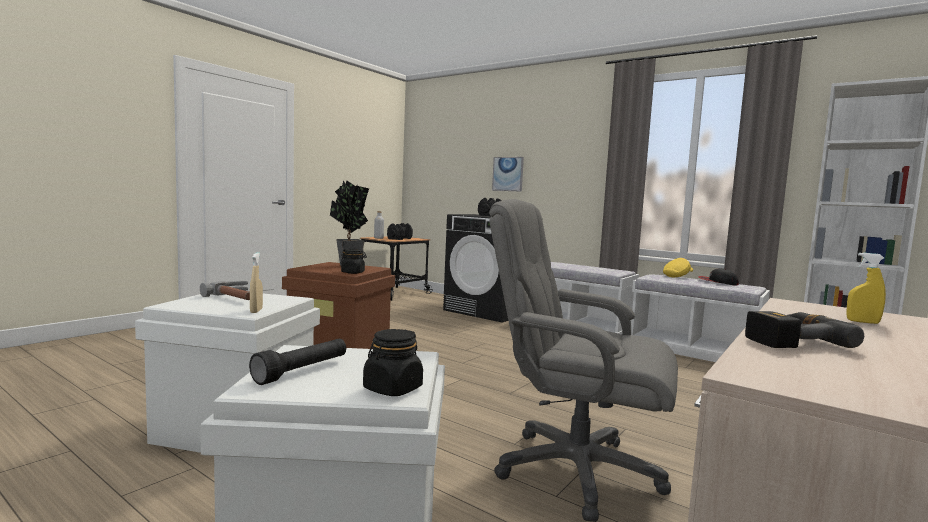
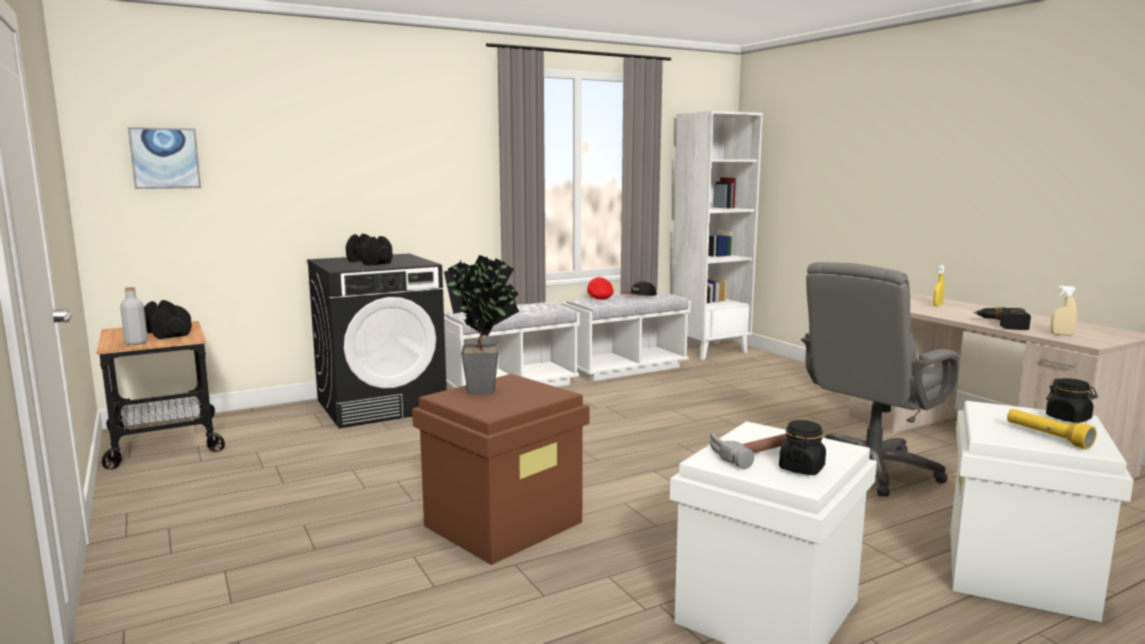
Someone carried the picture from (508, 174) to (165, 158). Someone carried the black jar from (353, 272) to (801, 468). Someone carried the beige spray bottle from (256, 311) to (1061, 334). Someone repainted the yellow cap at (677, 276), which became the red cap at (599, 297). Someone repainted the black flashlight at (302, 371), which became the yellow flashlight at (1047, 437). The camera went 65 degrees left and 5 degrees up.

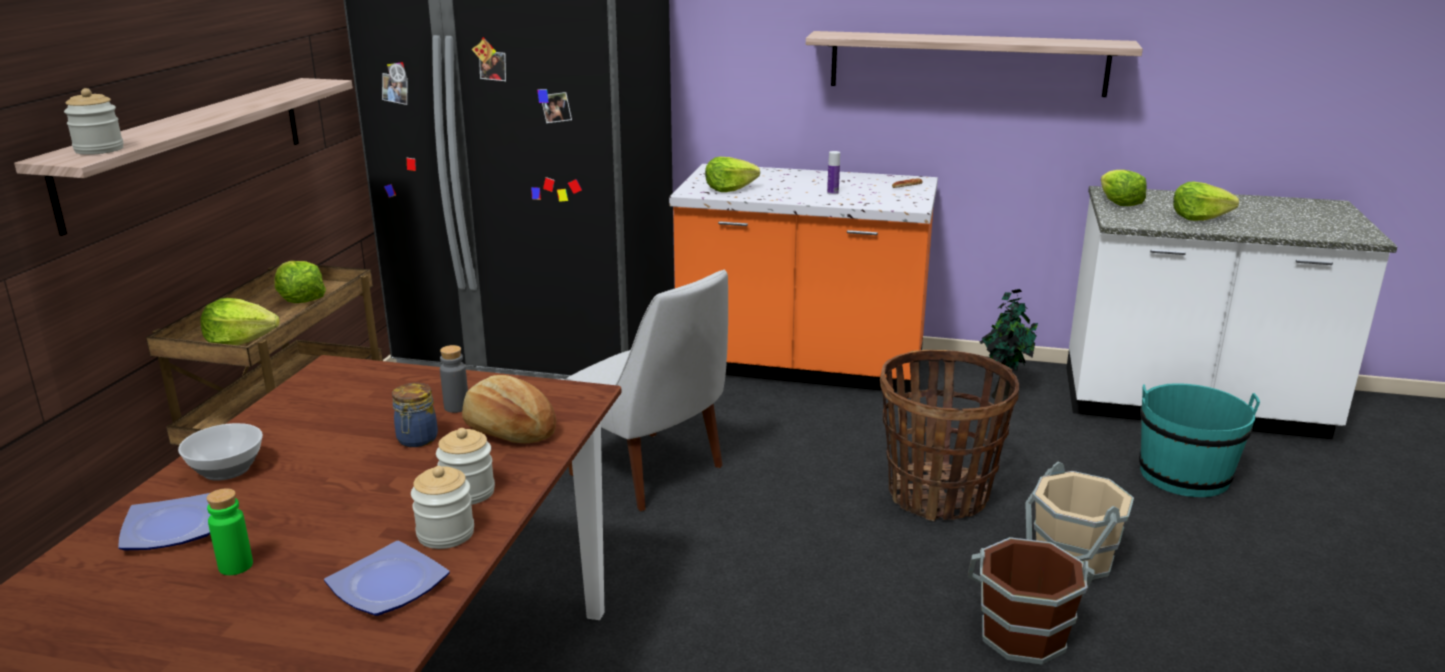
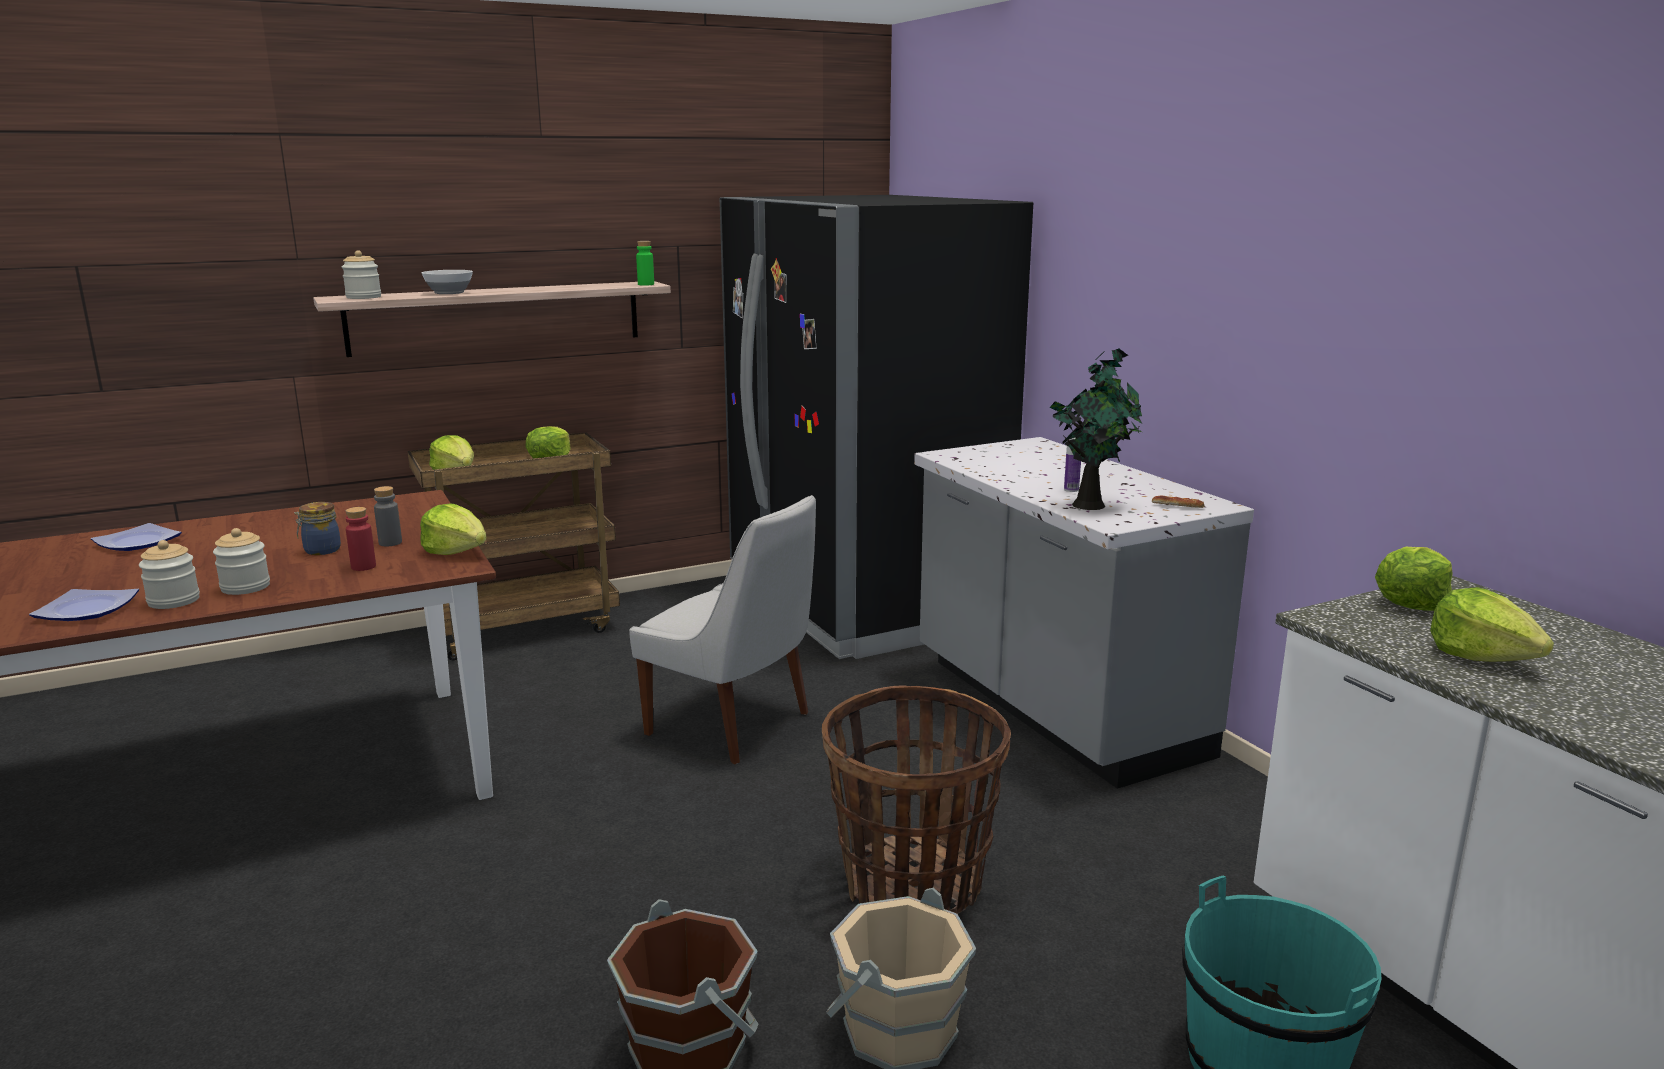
Someone took away the shelf at (967, 63). Someone carried the lettuce from (729, 189) to (456, 551). Someone repainted the orange counter at (801, 367), which became the grey counter at (1053, 709). Someone rotated the white chair at (651, 473) by 60 degrees counterclockwise. Someone carried the potted plant from (1002, 395) to (1090, 504). Someone swapped the bread at (509, 431) for the red bottle at (363, 567). Someone carried the bowl from (225, 469) to (449, 292). Someone carried the green bottle from (236, 566) to (646, 284). The camera went 50 degrees right and 5 degrees down.

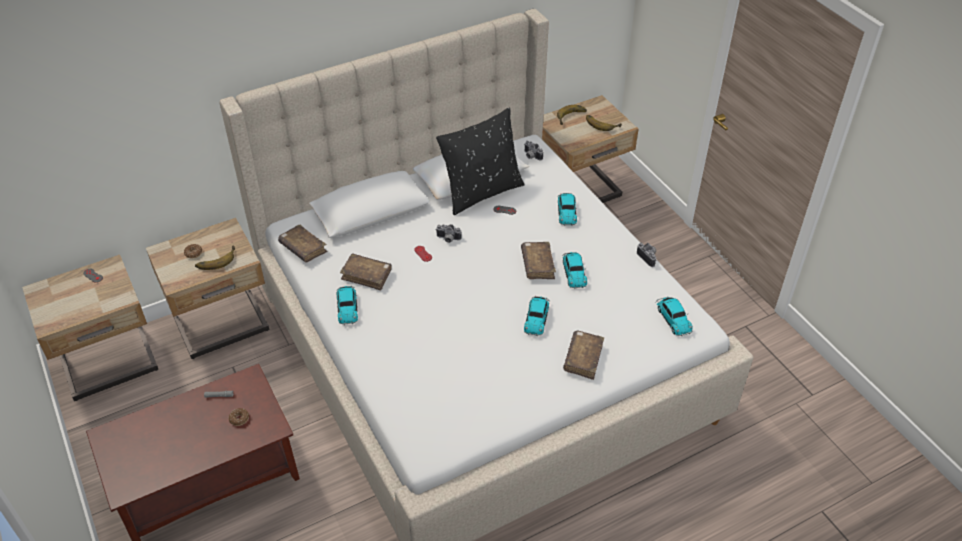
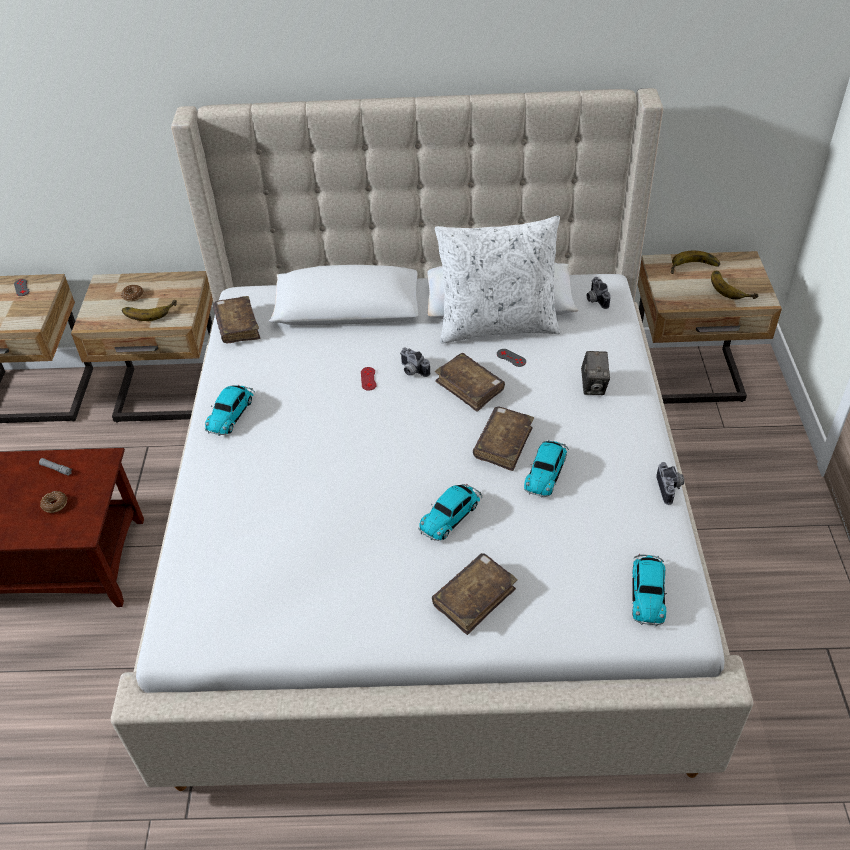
Someone repainted the black pillow at (481, 192), which became the white pillow at (497, 325). Someone swapped the toy car at (566, 211) for the photo camera at (593, 386). Someone carried the brown book from (366, 275) to (469, 387). The camera went 30 degrees right and 0 degrees up.

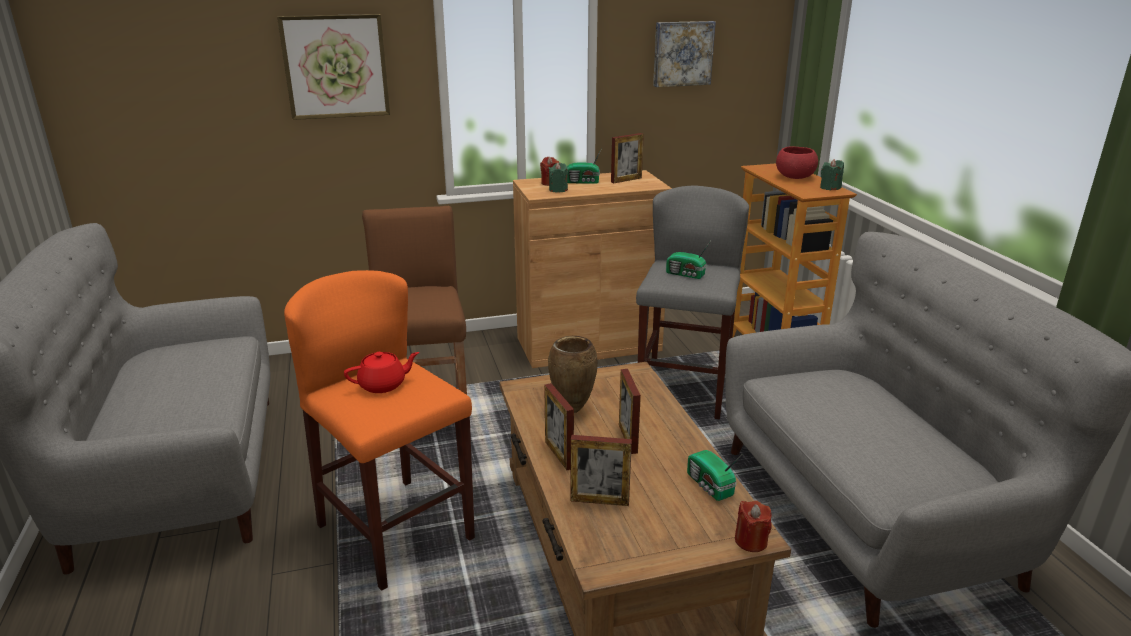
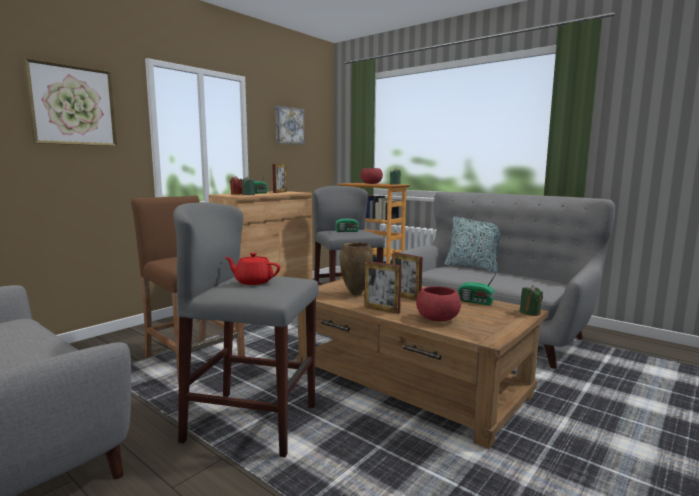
Someone repainted the orange stool at (395, 532), which became the grey stool at (252, 423). Someone rotated the red teapot at (383, 385) by 105 degrees counterclockwise. Someone swapped the picture frame at (599, 501) for the red bowl at (437, 319). Someone repainted the red candle at (751, 541), which became the green candle at (530, 312). Someone put down the pillow at (472, 267). The camera went 35 degrees left and 15 degrees down.

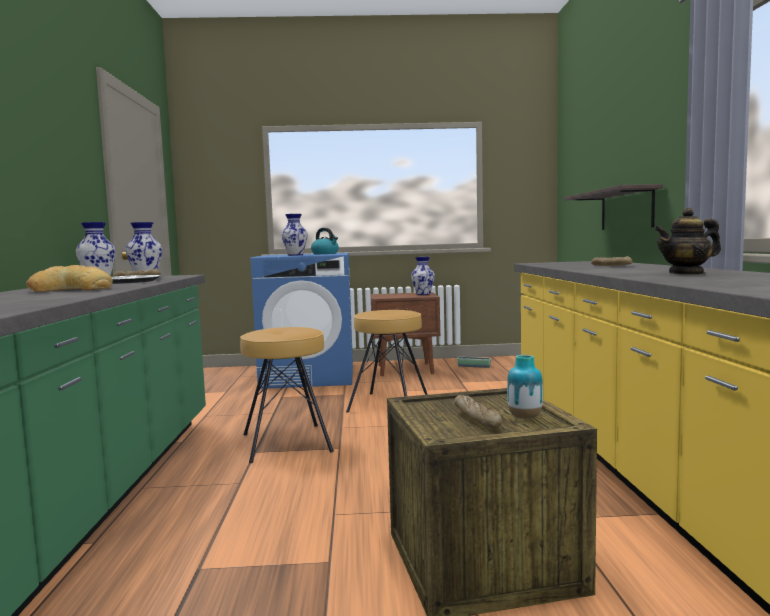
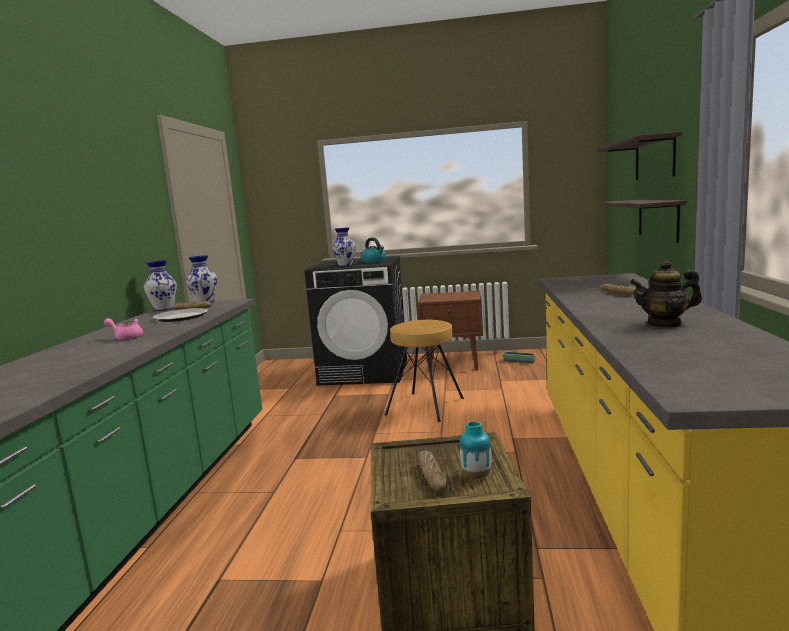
Someone repainted the blue washing machine at (309, 376), which became the black washing machine at (365, 372). Someone took away the vase at (423, 294). Someone swapped the bread at (72, 289) for the pink teapot at (126, 337). Someone took away the brown stool at (287, 442). Someone put up the shelf at (654, 159). The camera went 10 degrees right and 5 degrees up.

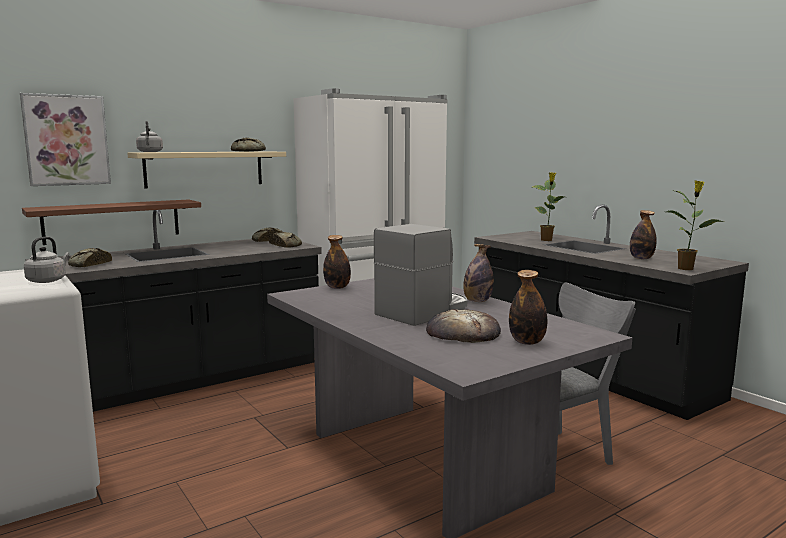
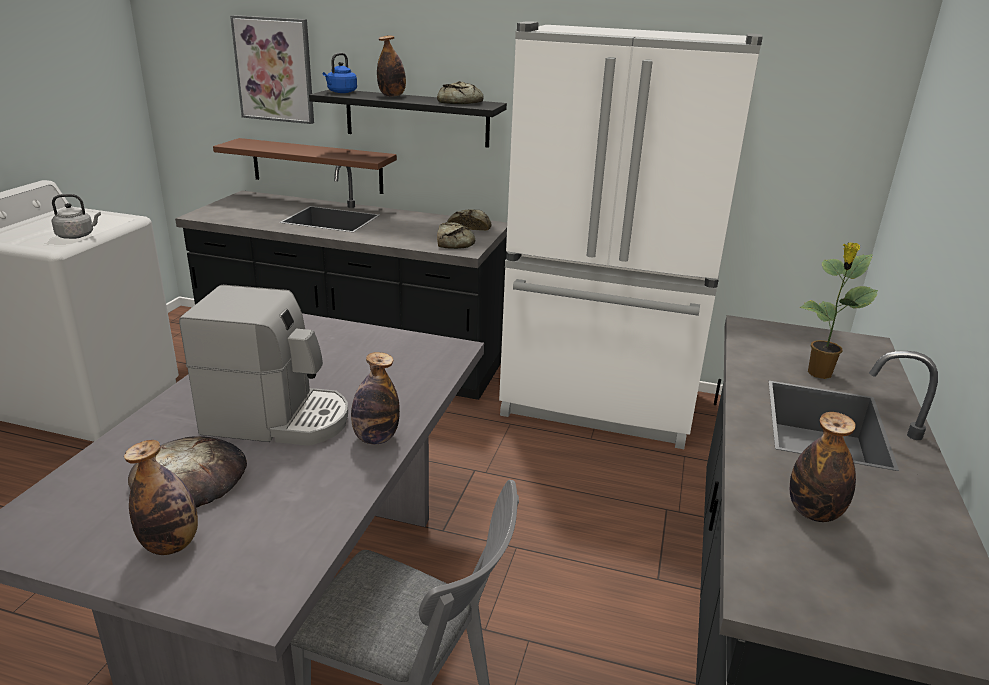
Someone repainted the grey kettle at (150, 152), which became the blue kettle at (341, 92). Someone repainted the beige shelf at (204, 169), which became the black shelf at (416, 118). Someone took away the potted plant at (686, 268). Someone carried the bottle from (337, 287) to (392, 96). Someone took away the bread at (89, 264). The camera went 50 degrees right and 15 degrees up.

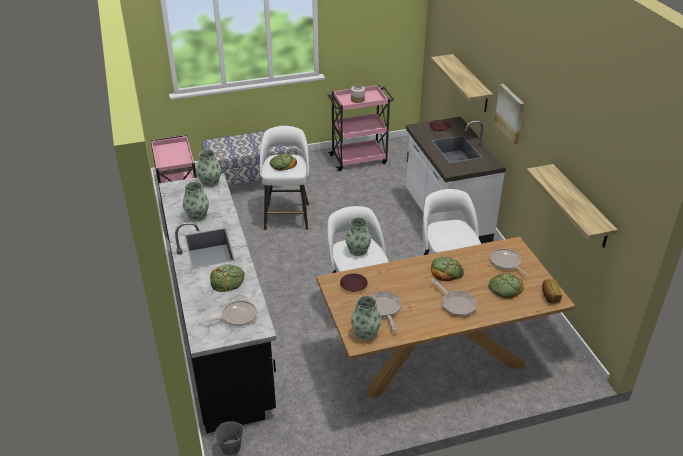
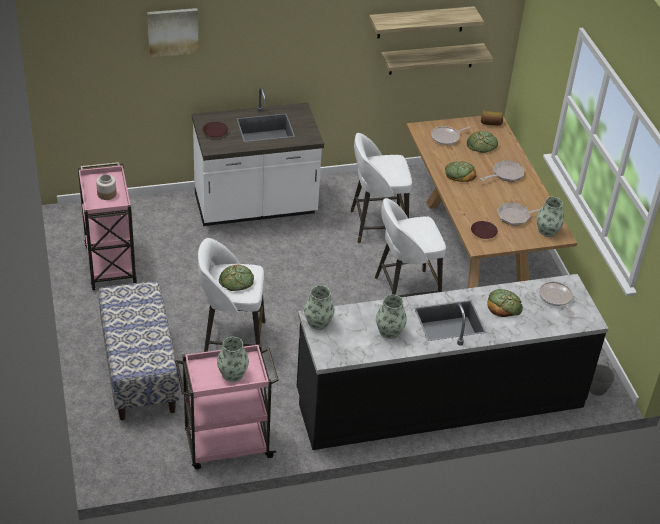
Someone carried the shelf from (470, 84) to (421, 22). Someone carried the picture from (510, 113) to (173, 31). Someone carried the vase from (358, 250) to (232, 373). The camera went 90 degrees left and 5 degrees up.

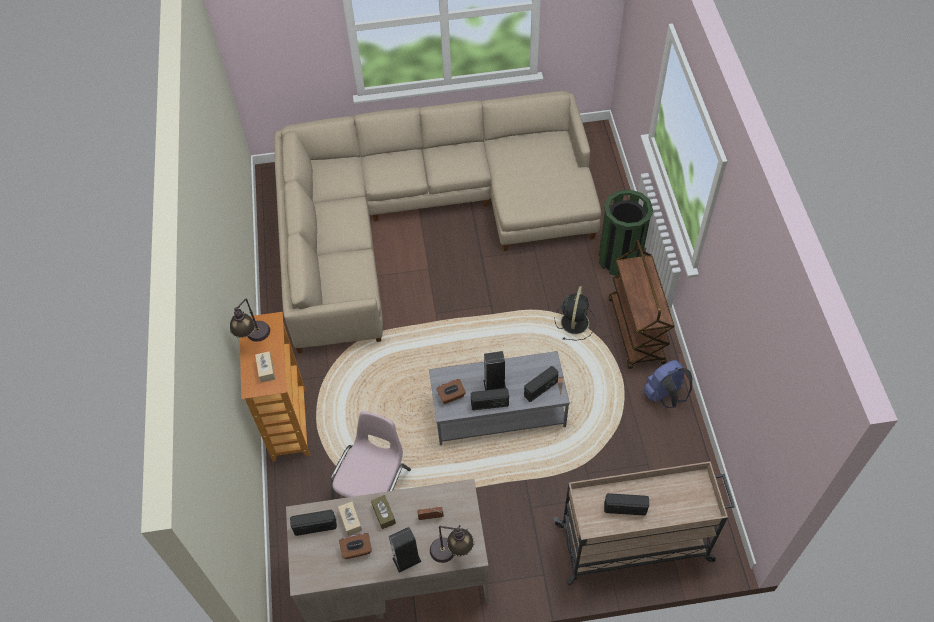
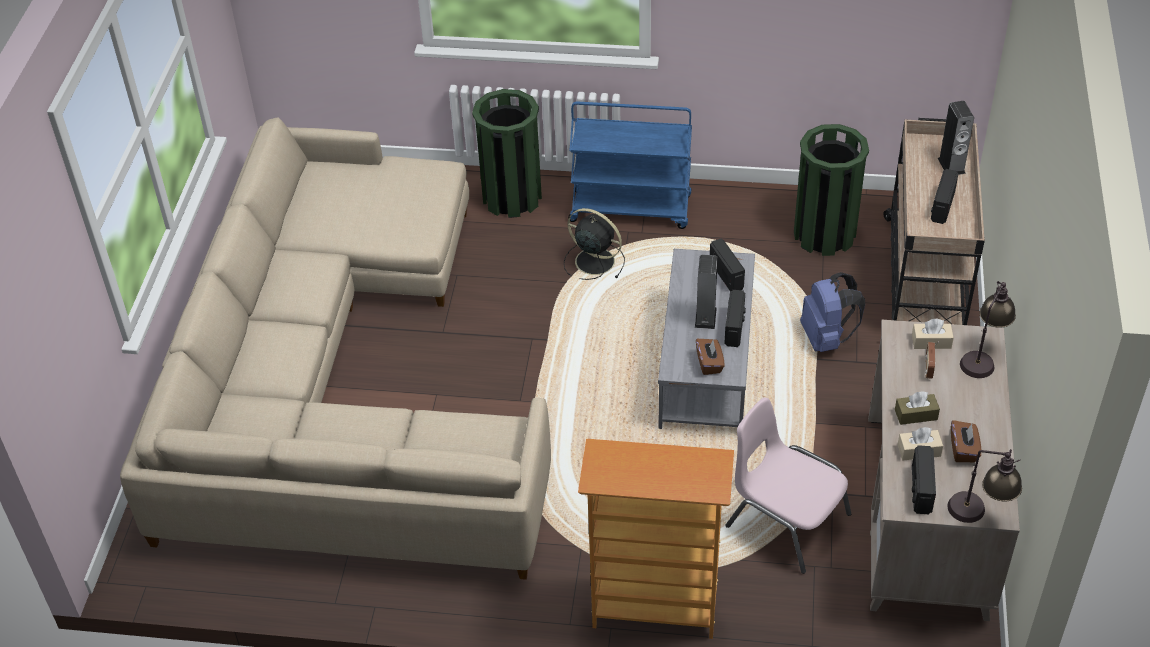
Someone repainted the brown cart at (636, 331), which became the blue cart at (631, 209). Someone carried the table lamp from (254, 339) to (979, 514). Someone carried the beige tissue box from (266, 369) to (931, 341). Someone carried the blue backpack from (664, 396) to (827, 338). Someone carried the speaker from (406, 560) to (951, 165). Someone put down the green trash can at (824, 234). The camera went 75 degrees left and 10 degrees down.

